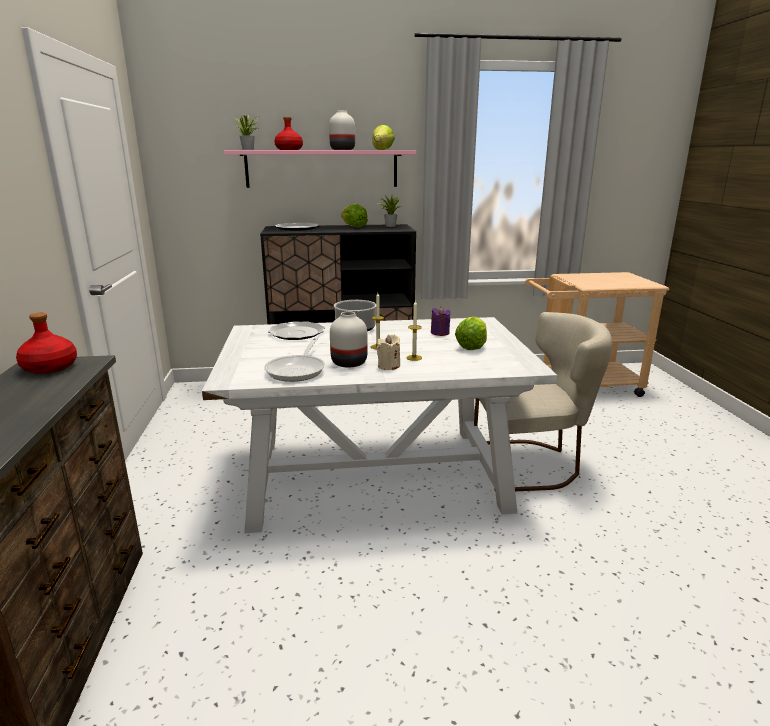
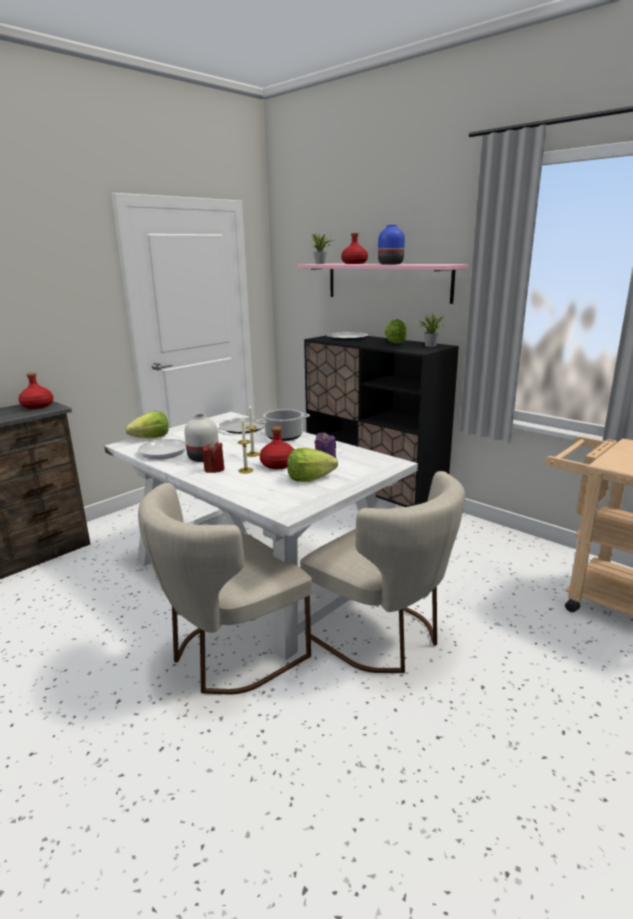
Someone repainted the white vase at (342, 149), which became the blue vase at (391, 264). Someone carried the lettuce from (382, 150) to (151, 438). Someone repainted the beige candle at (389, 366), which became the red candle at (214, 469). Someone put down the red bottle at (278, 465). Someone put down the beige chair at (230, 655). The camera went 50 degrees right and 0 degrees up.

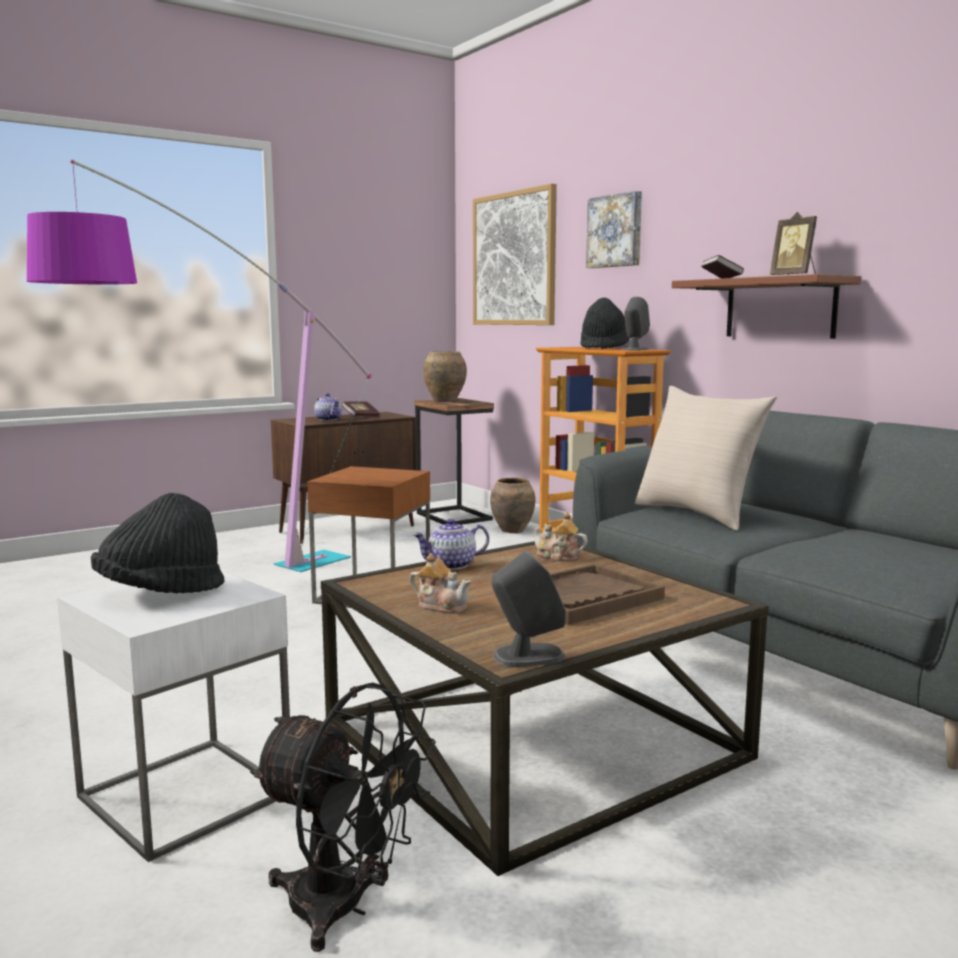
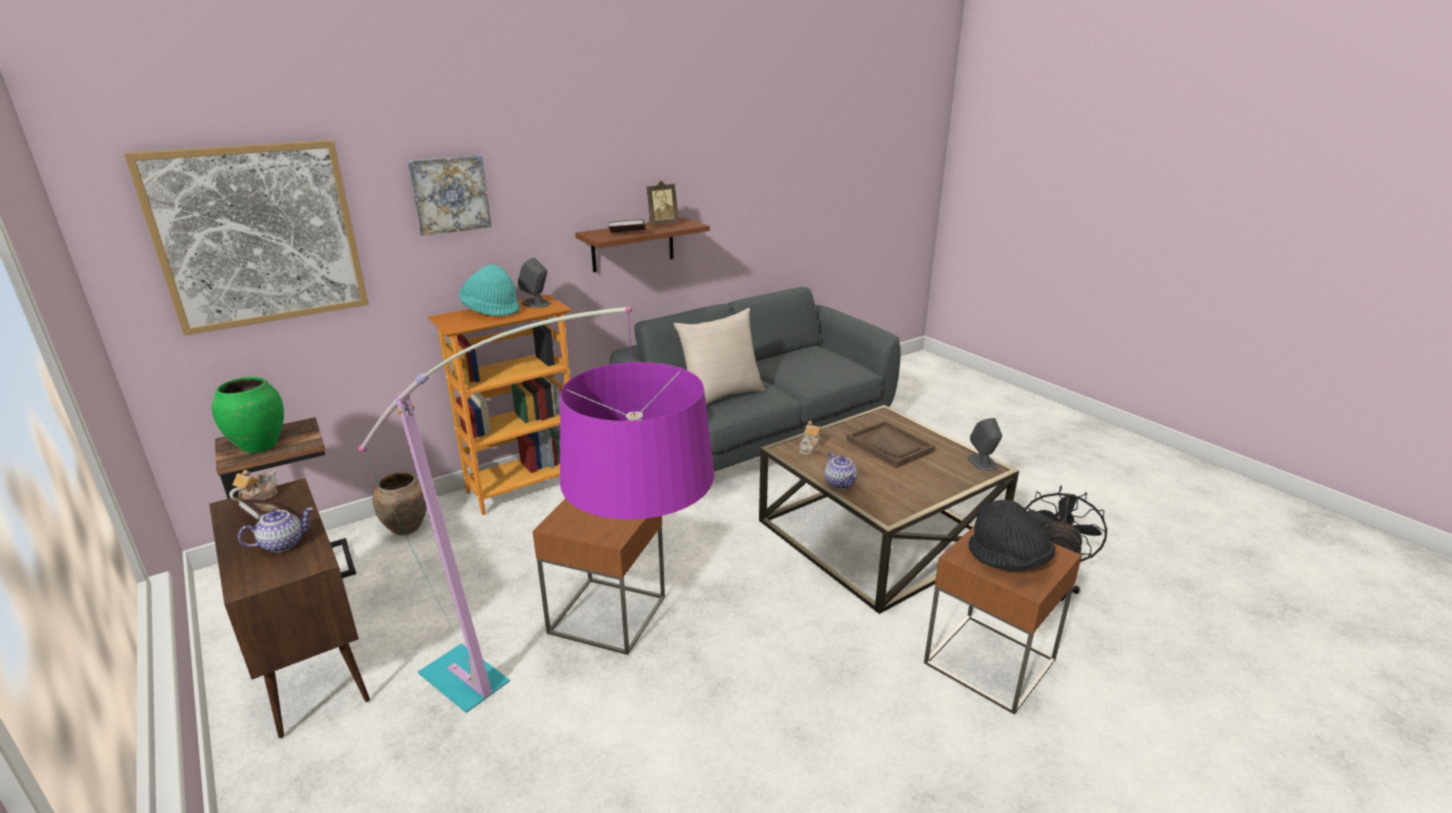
Someone repainted the black hat at (604, 348), which became the turquoise hat at (491, 310). Someone repainted the brown vase at (444, 401), which became the green vase at (259, 446). Someone carried the teapot from (441, 606) to (258, 498). Someone repainted the white side table at (185, 795), which became the brown side table at (989, 661). The camera went 90 degrees left and 15 degrees up.

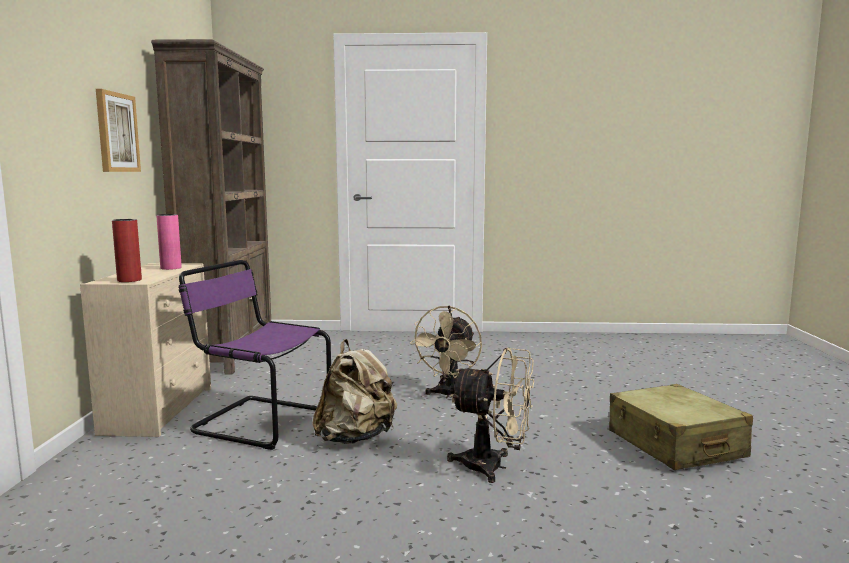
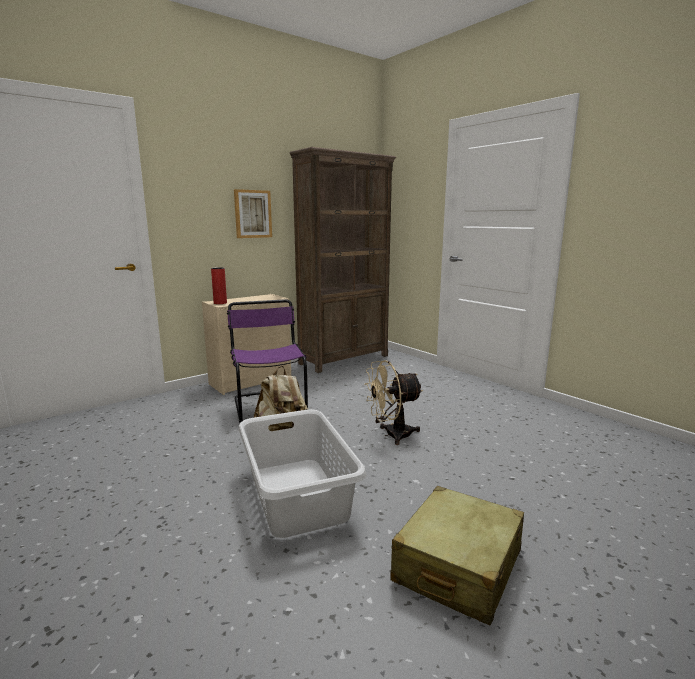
Someone took away the pink vase at (171, 268). Someone swapped the beige fan at (493, 467) for the grey laundry basket at (298, 494). The camera went 50 degrees right and 5 degrees up.

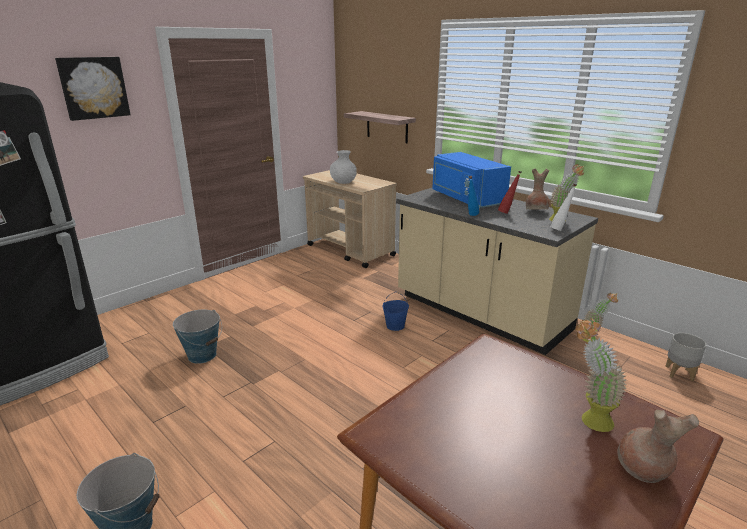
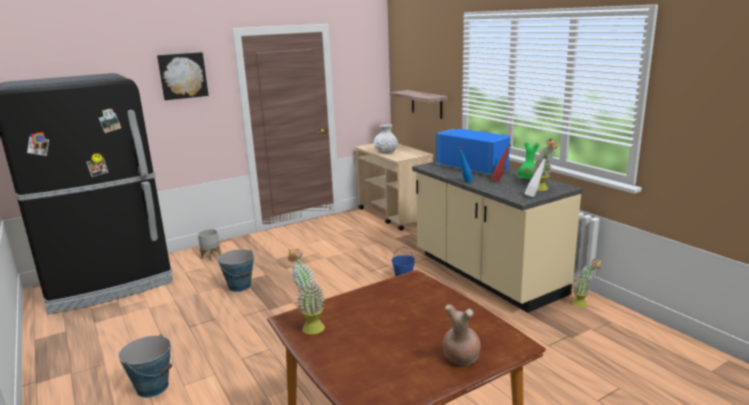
Someone rotated the blue microwave at (465, 198) by 150 degrees clockwise. Someone repainted the brown vase at (536, 211), which became the green vase at (528, 181). Someone carried the potted plant from (588, 419) to (309, 326). Someone carried the grey planter from (679, 373) to (211, 256). The camera went 15 degrees right and 5 degrees down.

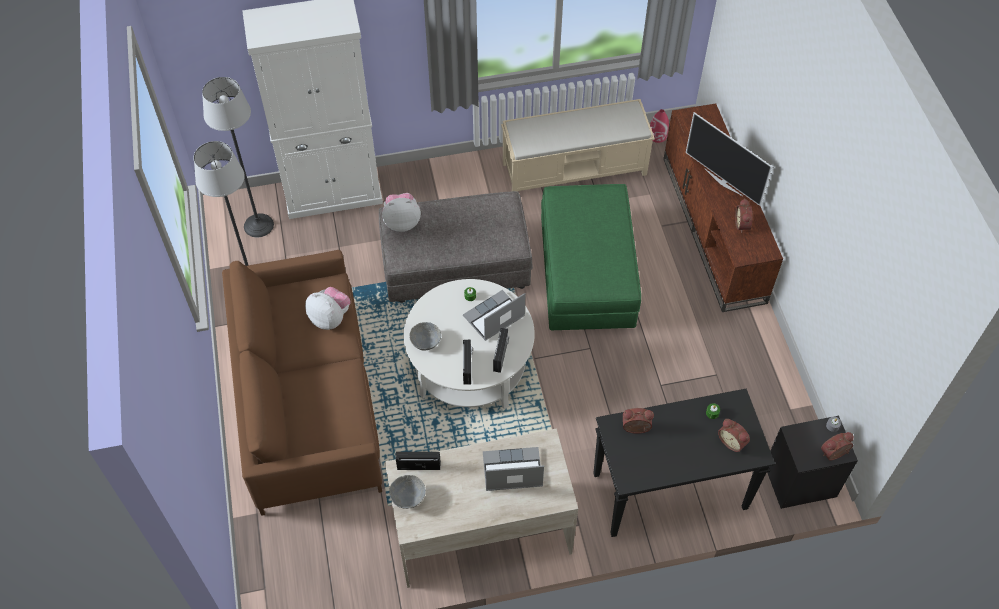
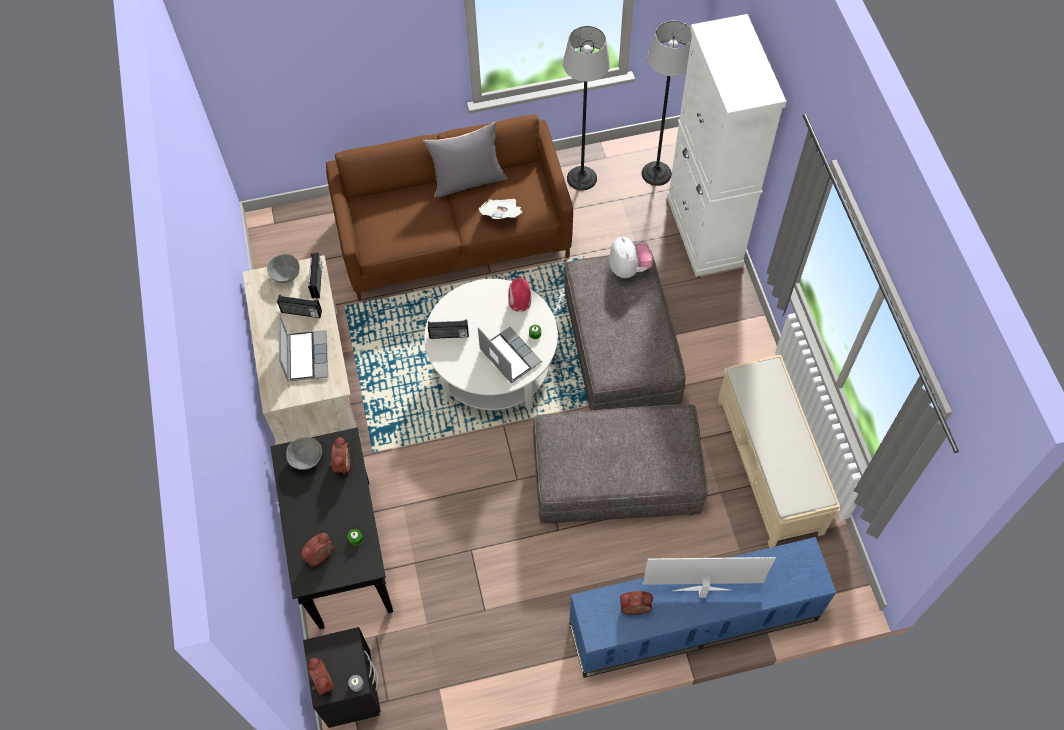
Someone repainted the brown tv stand at (714, 229), which became the blue tv stand at (692, 623). Someone carried the red vase from (657, 136) to (519, 302). Someone rotated the television at (723, 181) by 45 degrees clockwise. Someone repainted the green ottoman at (587, 273), which became the grey ottoman at (616, 478). Someone swapped the plush toy at (330, 318) for the newspaper at (502, 215). Someone carried the grey bowl from (426, 342) to (306, 459). Someone carried the radio from (501, 356) to (301, 312). Someone put down the grey pillow at (468, 180). The camera went 90 degrees right and 5 degrees up.

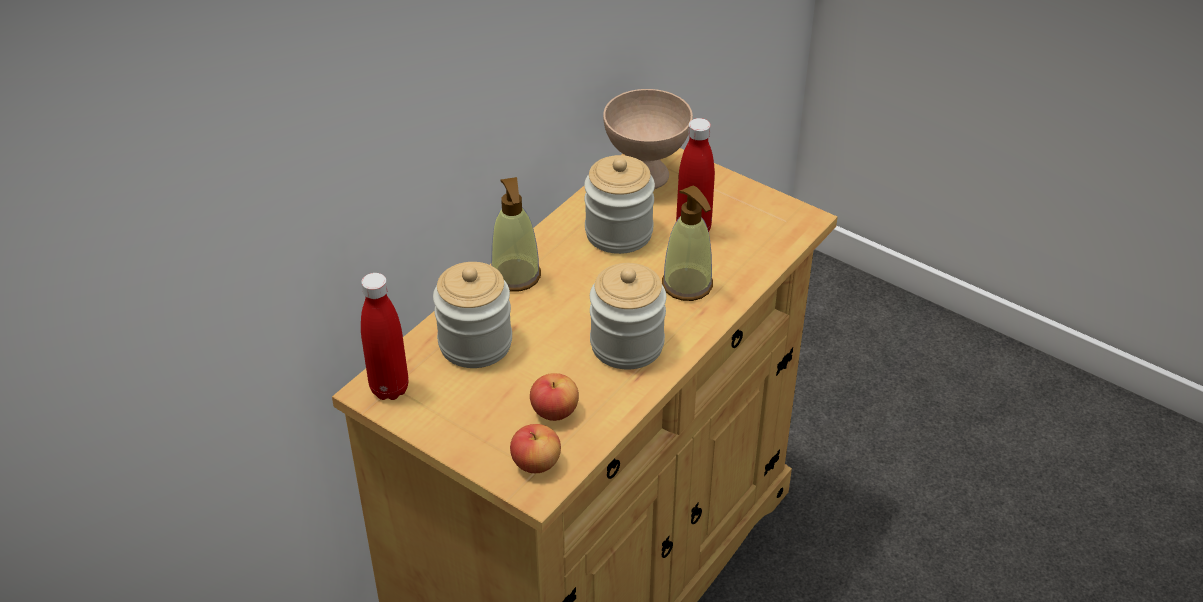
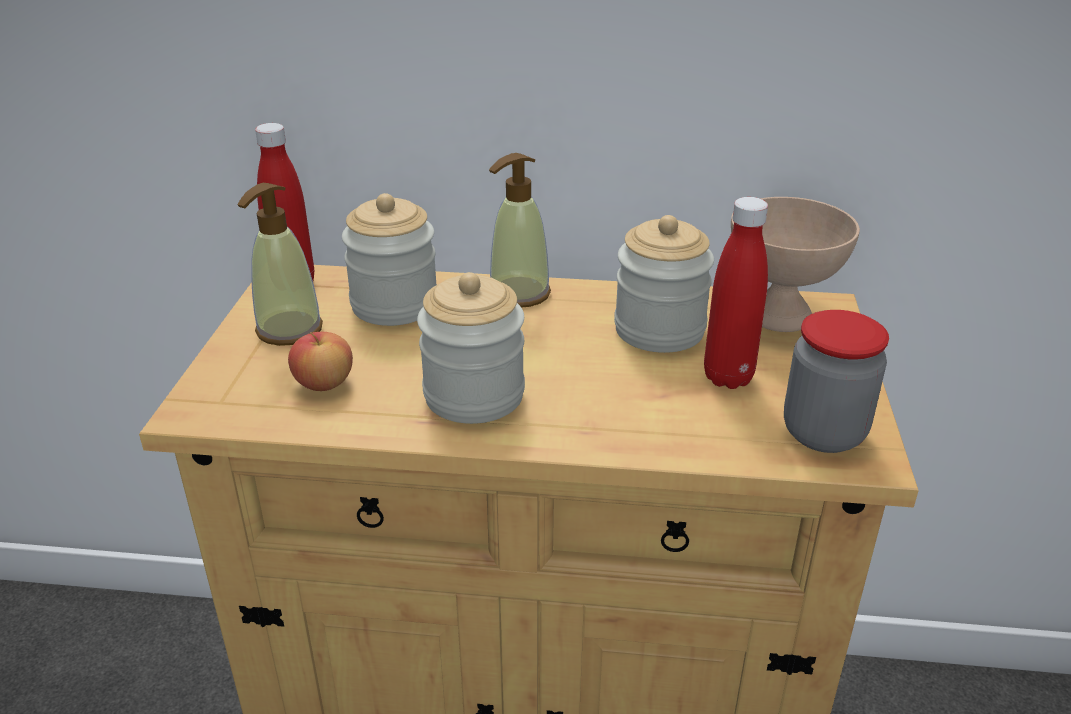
Someone carried the soap dispenser from (687, 285) to (289, 330). Someone took away the apple at (536, 463). Someone put down the jar at (823, 433). The camera went 60 degrees right and 10 degrees down.

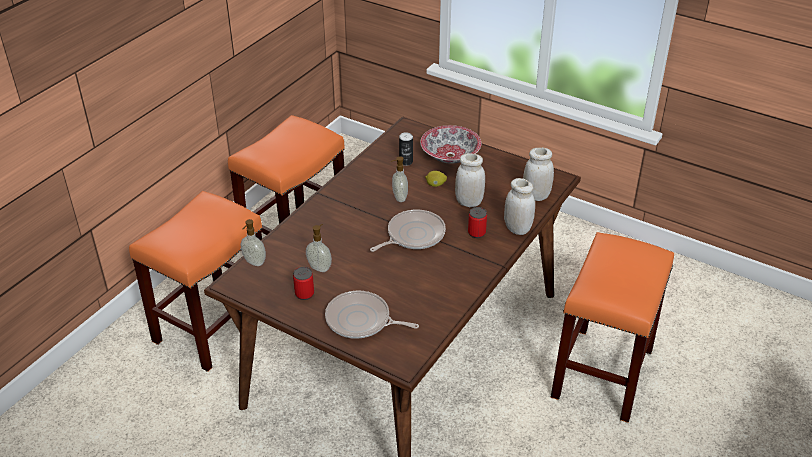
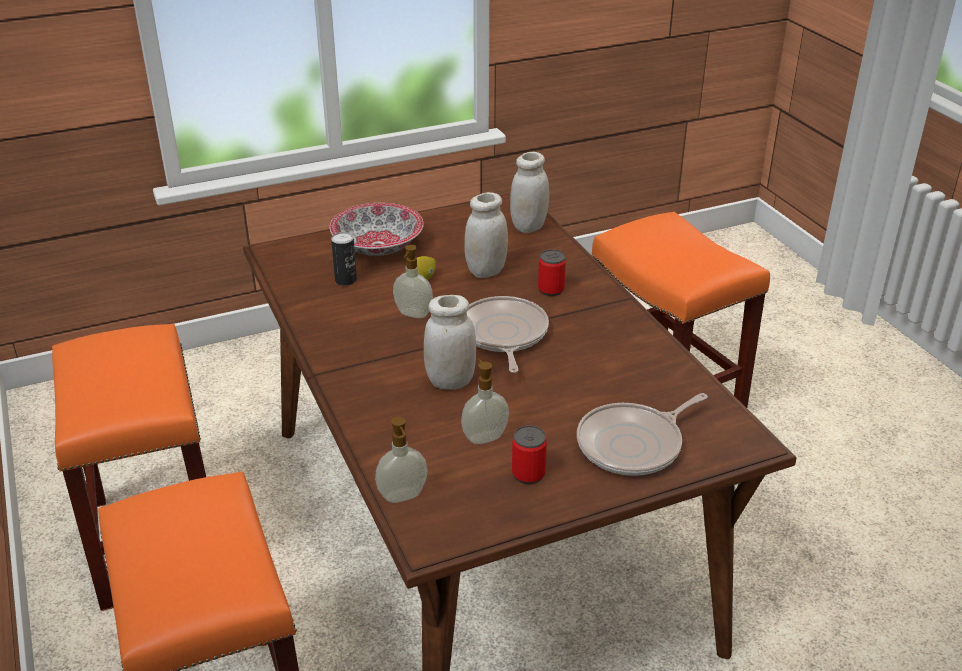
Someone carried the white jar from (517, 229) to (450, 381). The camera went 55 degrees left and 5 degrees down.

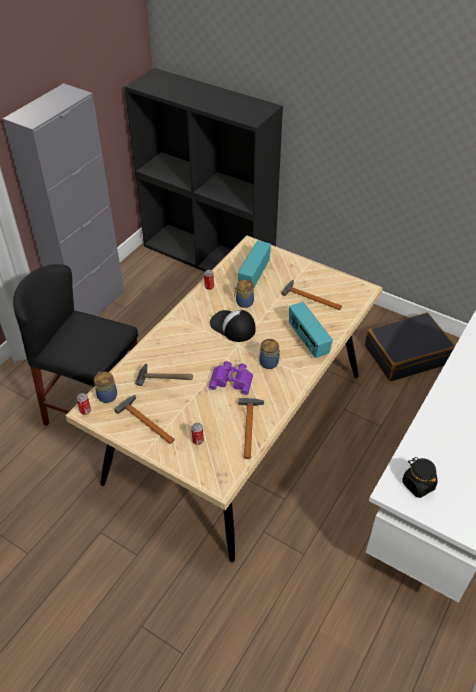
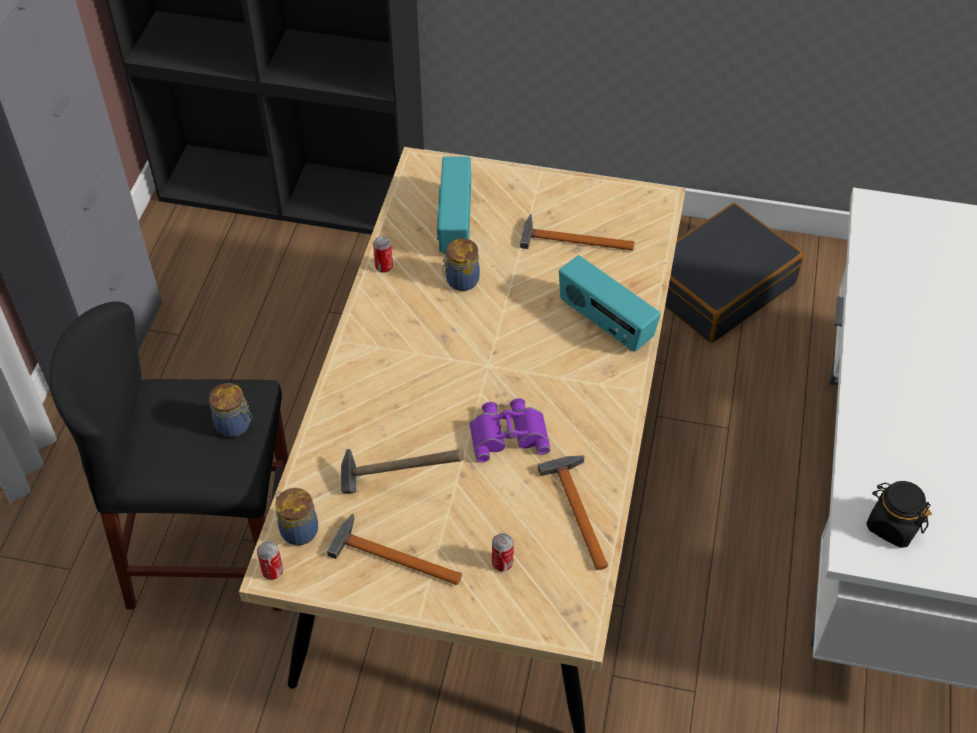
Someone took away the cap at (232, 326). Someone carried the jar from (269, 363) to (234, 425). The camera went 20 degrees left and 5 degrees up.

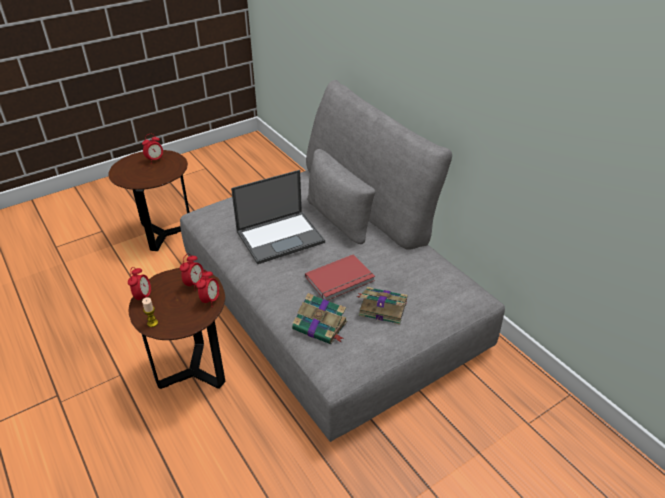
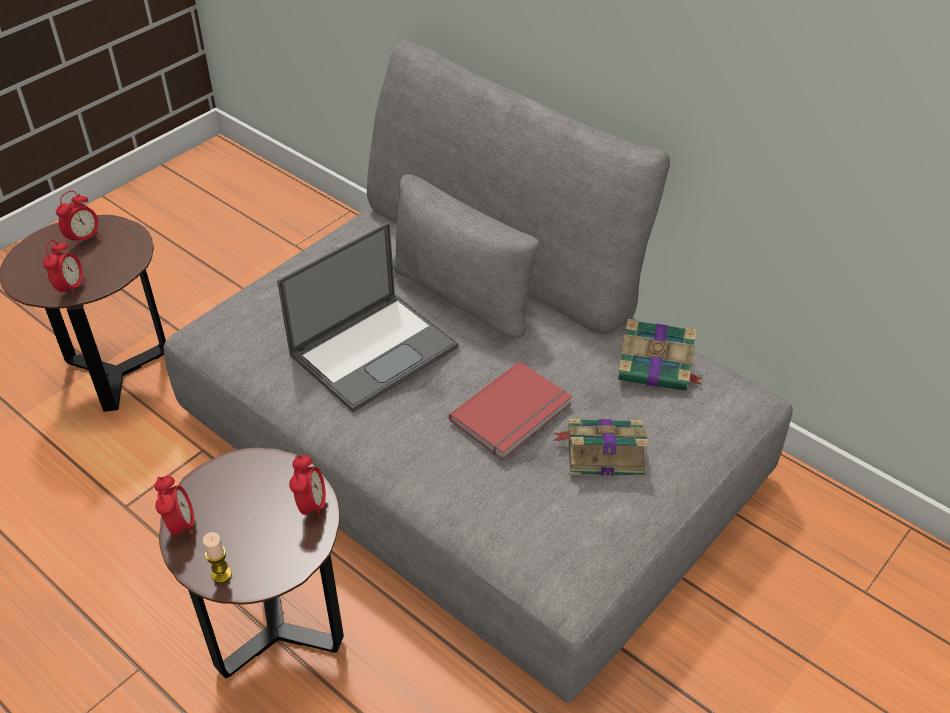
Someone carried the alarm clock from (194, 284) to (70, 288). Someone carried the book from (321, 326) to (657, 367). The camera went 15 degrees left and 5 degrees up.

